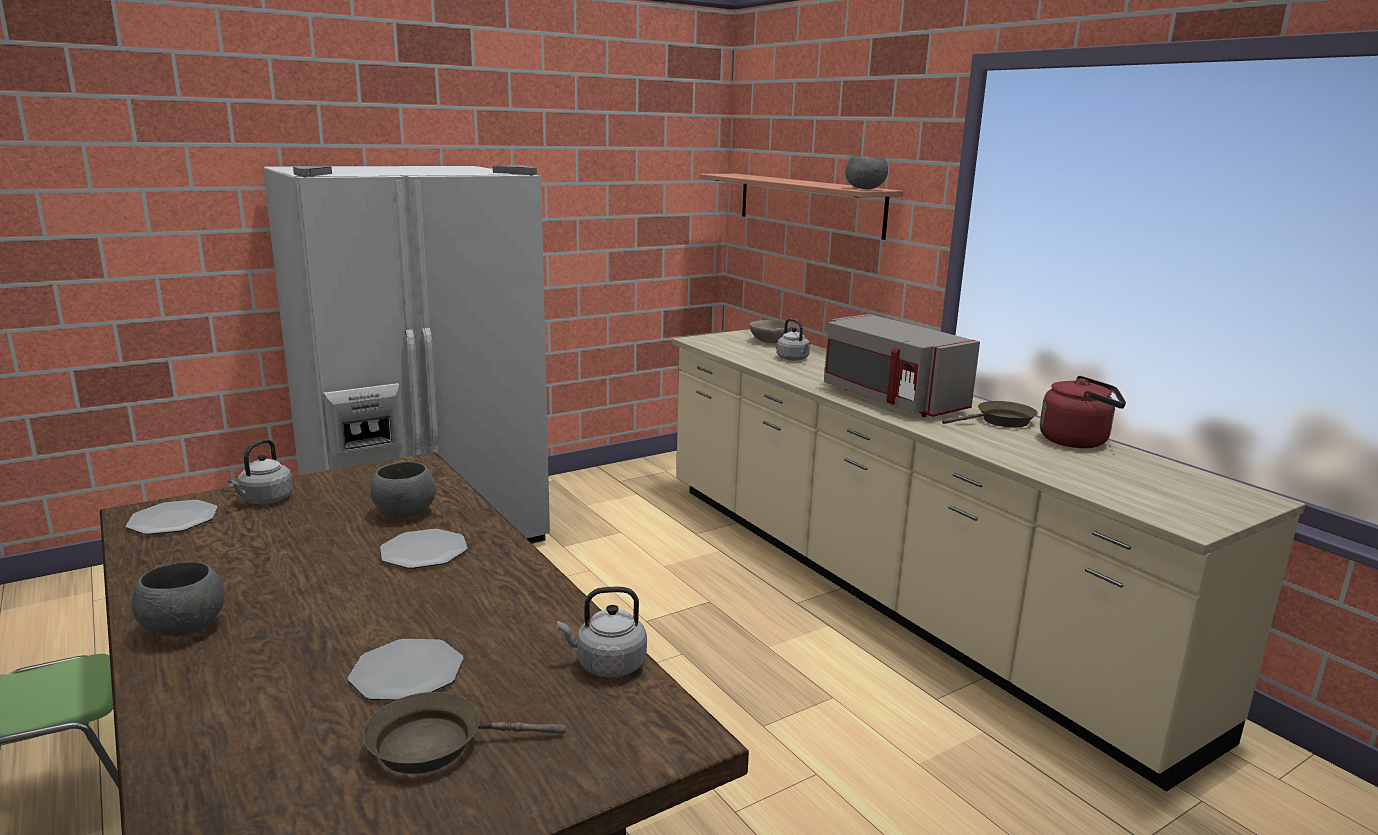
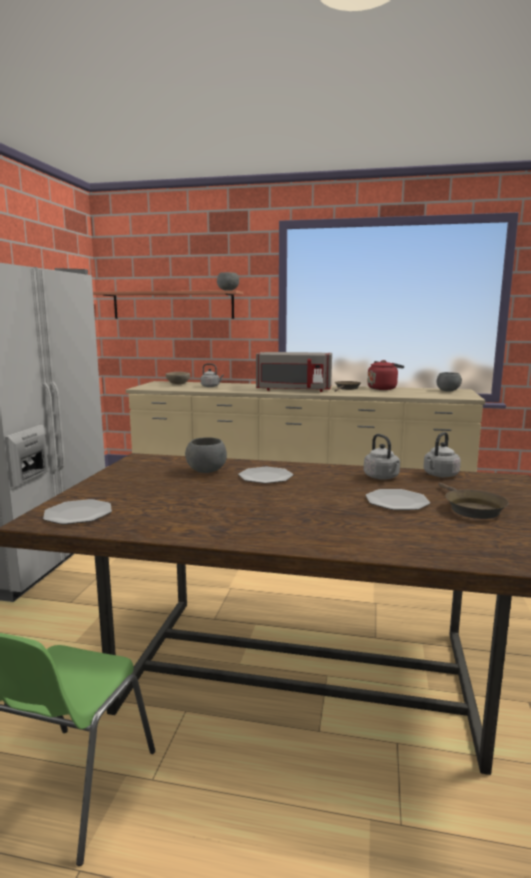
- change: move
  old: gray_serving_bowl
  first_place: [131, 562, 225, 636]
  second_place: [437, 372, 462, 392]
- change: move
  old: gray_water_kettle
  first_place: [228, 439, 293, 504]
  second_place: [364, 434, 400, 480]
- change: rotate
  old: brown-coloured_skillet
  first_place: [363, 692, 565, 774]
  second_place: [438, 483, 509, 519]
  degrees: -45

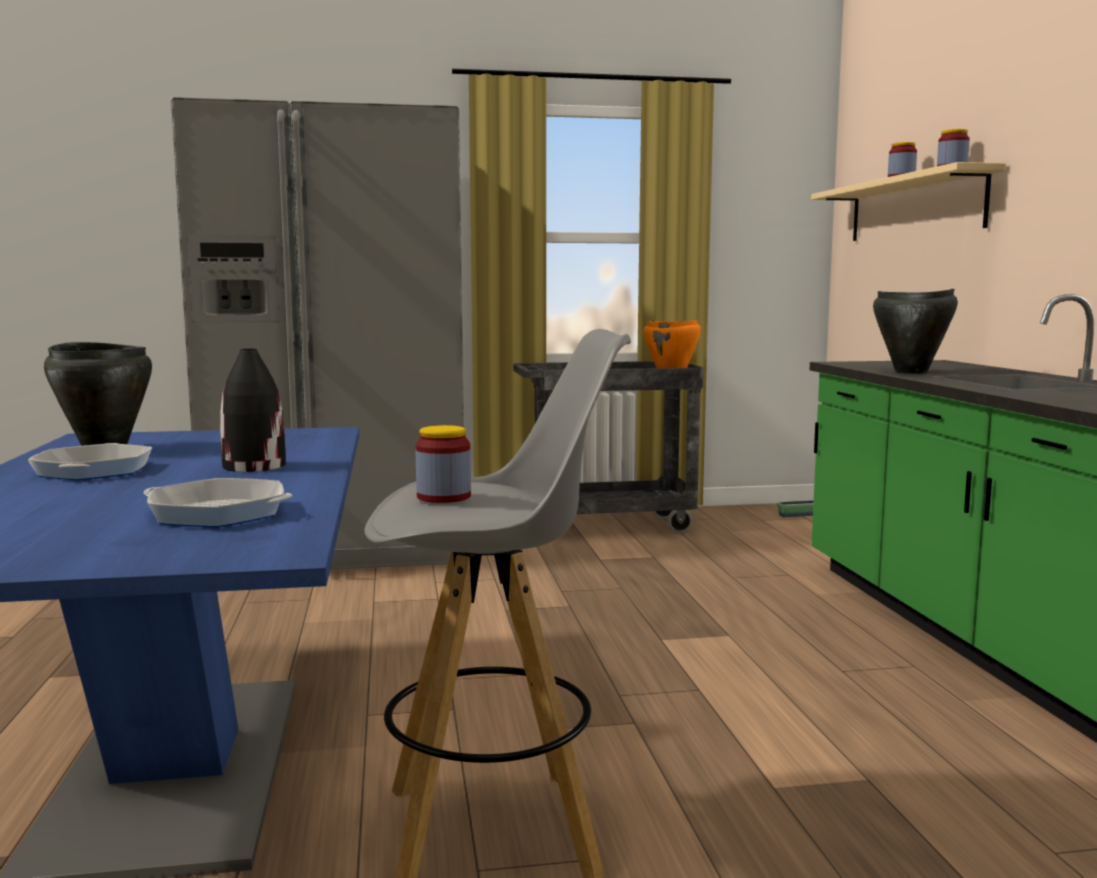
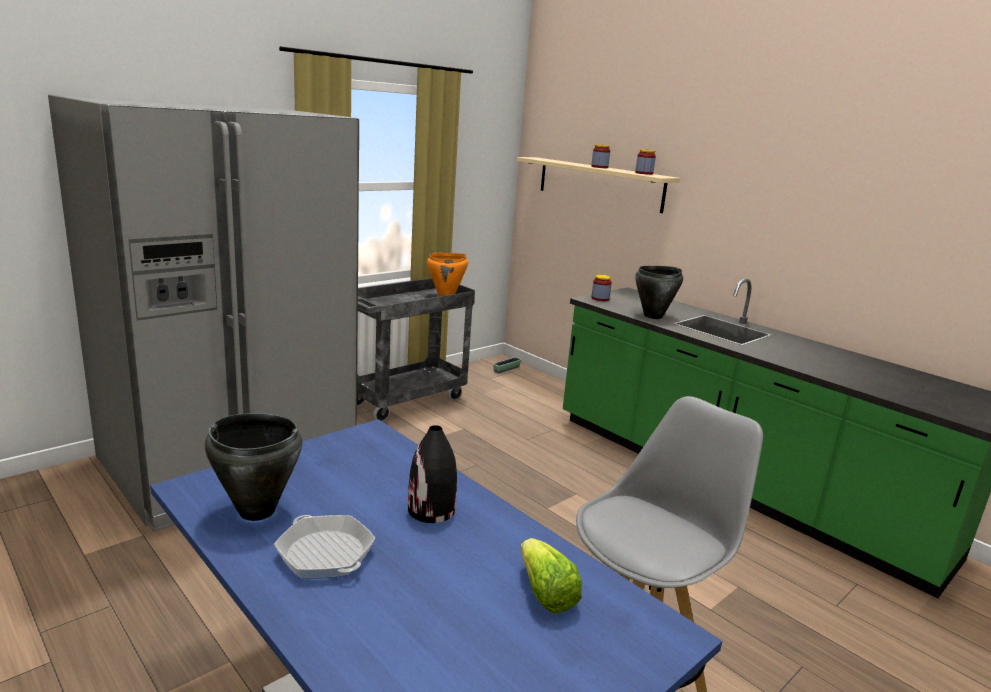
- change: replace
  old: skillet
  new: lettuce_head
  first_place: [144, 478, 293, 527]
  second_place: [520, 538, 582, 614]
- change: move
  old: jar
  first_place: [416, 425, 471, 503]
  second_place: [591, 275, 612, 301]

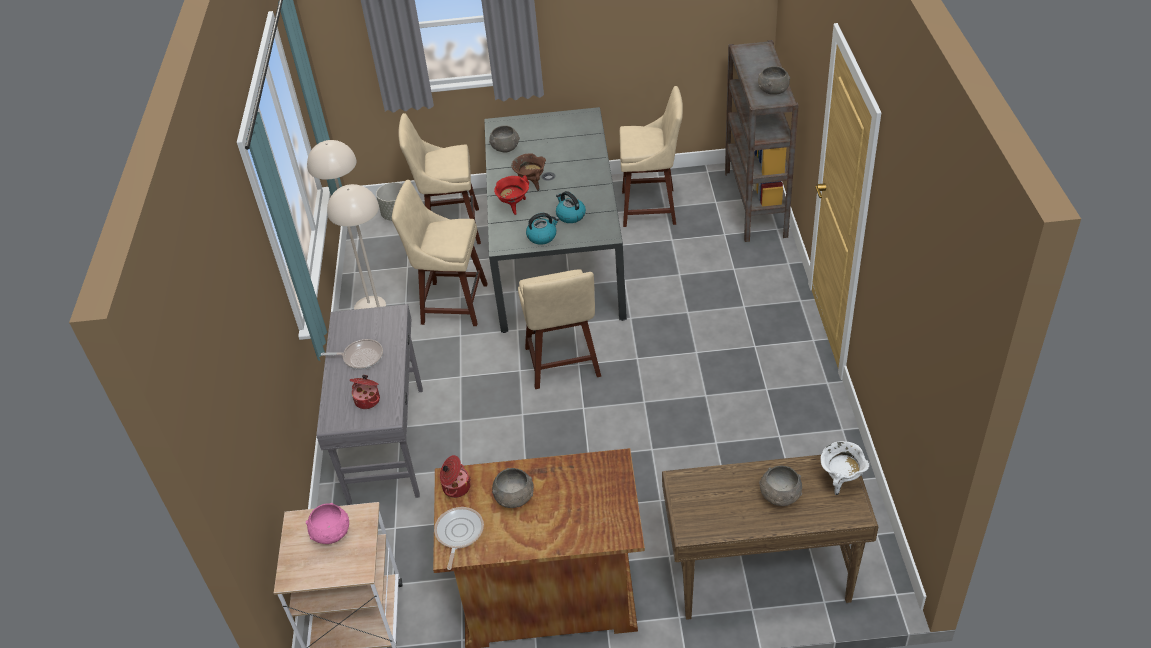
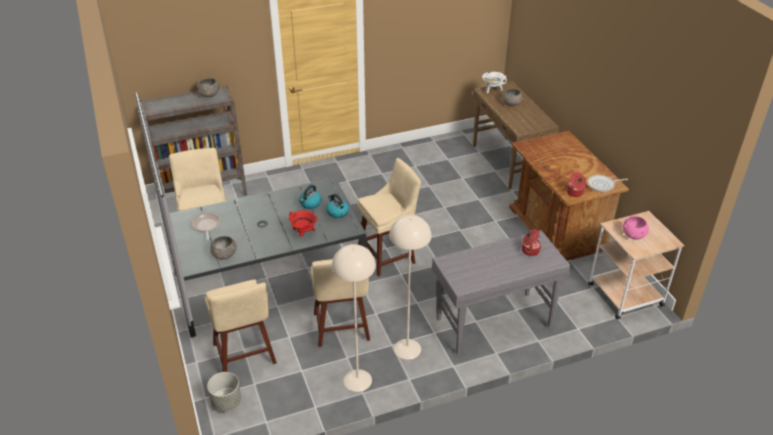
- change: move
  old: skillet
  first_place: [321, 339, 383, 370]
  second_place: [192, 213, 220, 240]
- change: delete
  old: gray_serving_bowl
  first_place: [492, 468, 534, 508]
- change: delete
  old: brown-coloured_cooking_pot
  first_place: [511, 153, 546, 191]

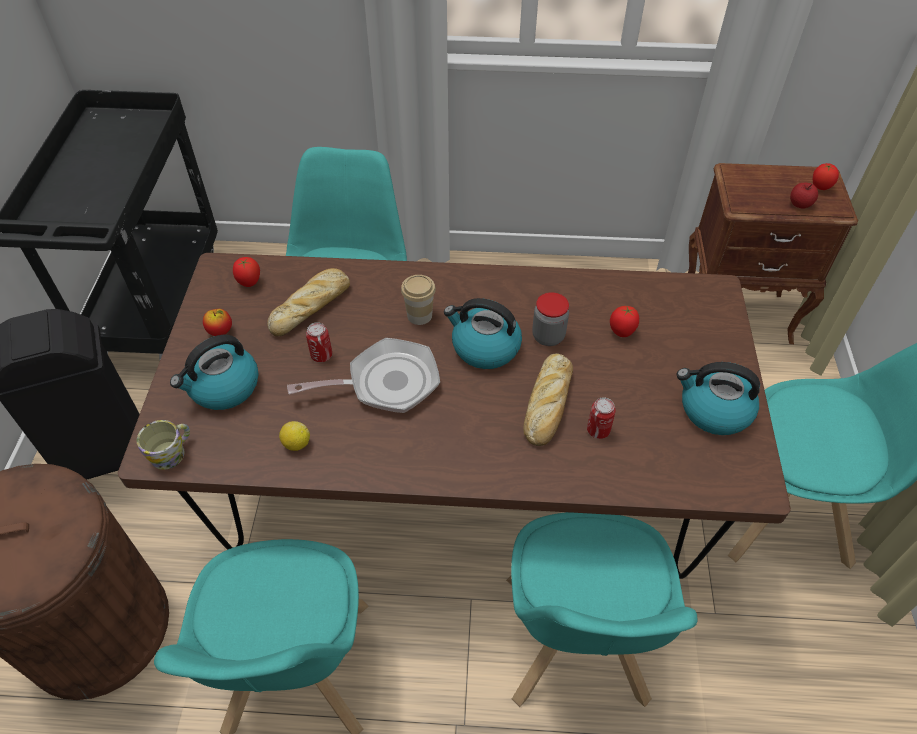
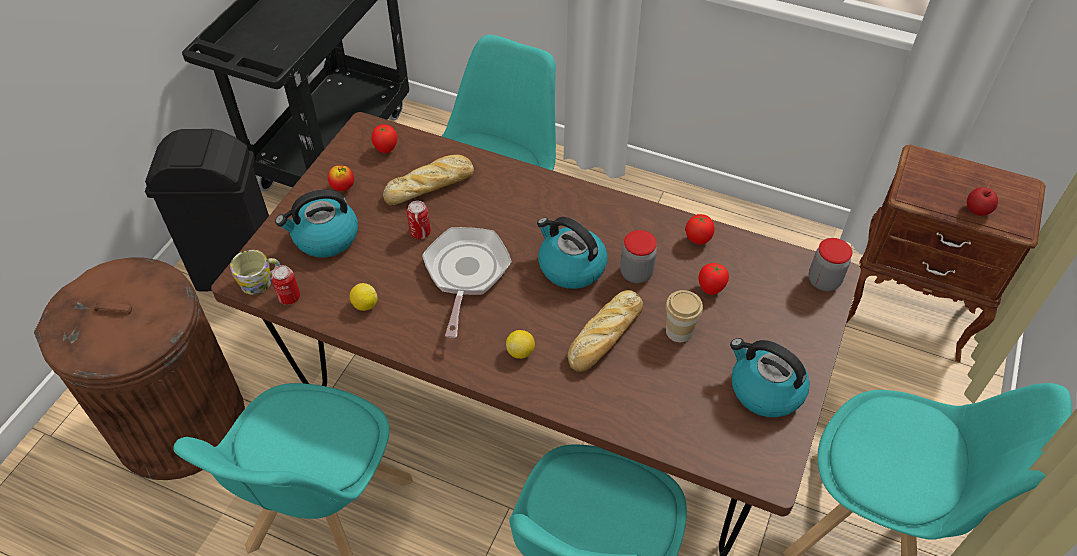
- change: rotate
  old: skillet
  first_place: [287, 338, 440, 413]
  second_place: [422, 227, 512, 338]
  degrees: -90
- change: move
  old: drinking_cup
  first_place: [401, 275, 436, 325]
  second_place: [665, 290, 703, 342]
- change: move
  old: can
  first_place: [587, 397, 616, 439]
  second_place: [271, 265, 300, 305]
- change: move
  old: whole_tomato
  first_place: [813, 163, 839, 190]
  second_place: [685, 214, 715, 245]
- change: insert
  new: citrus_fruit
  second_place: [506, 330, 535, 359]
- change: insert
  new: jar
  second_place: [809, 238, 852, 291]

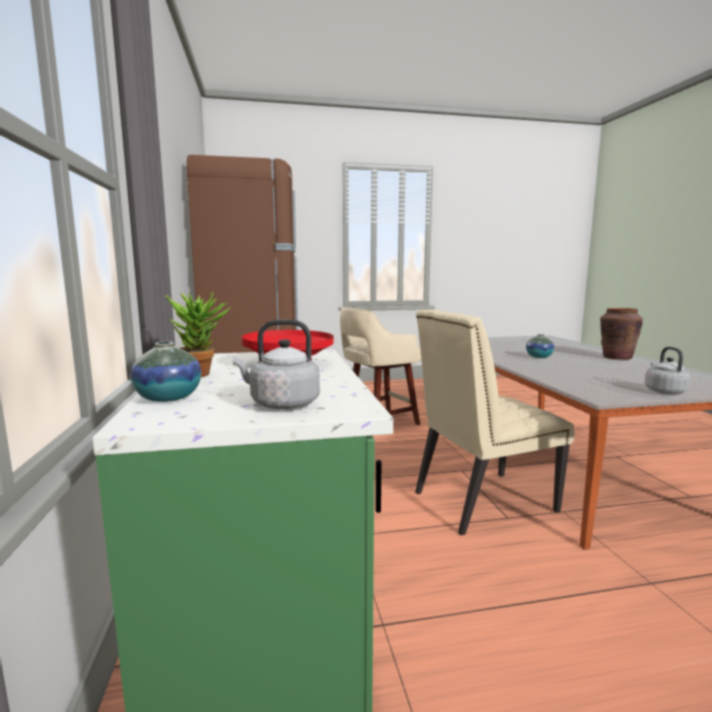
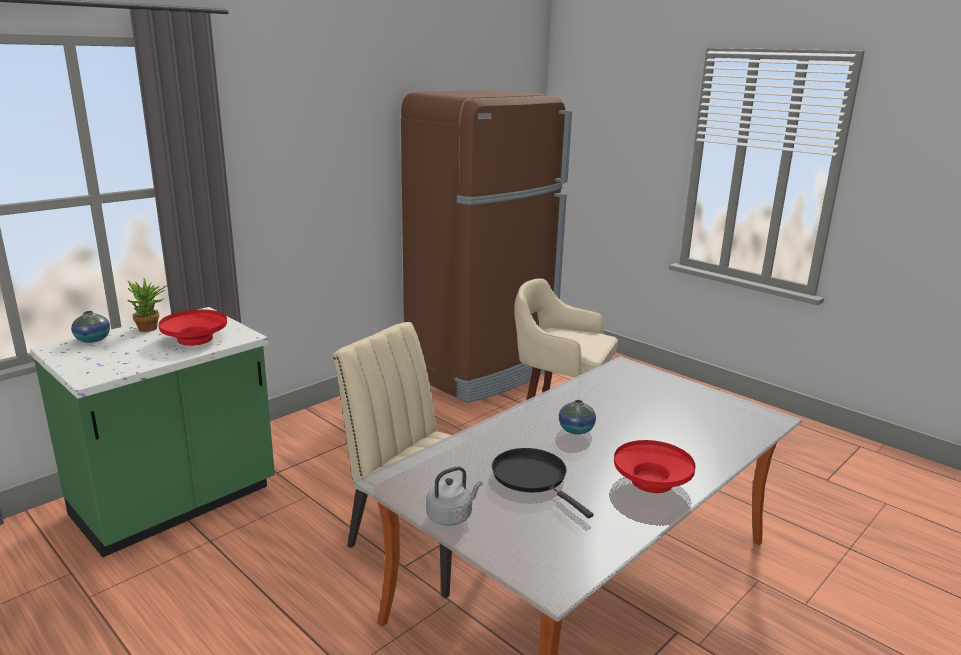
- change: delete
  old: gray_water_kettle
  first_place: [233, 319, 320, 409]
- change: replace
  old: brown-coloured_vase
  new: reddish_serving_bowl
  first_place: [600, 308, 643, 360]
  second_place: [614, 440, 695, 493]
- change: insert
  new: black-coloured_skillet
  second_place: [492, 448, 594, 519]

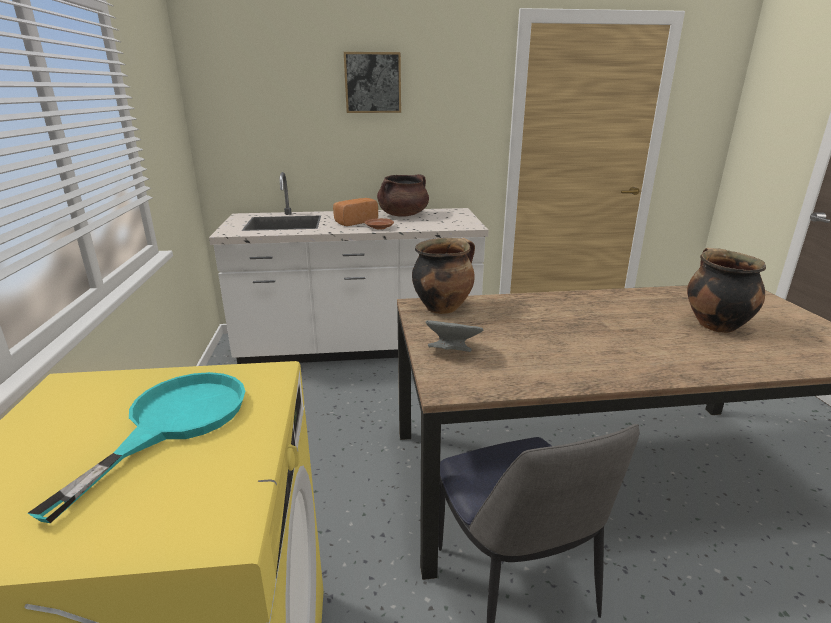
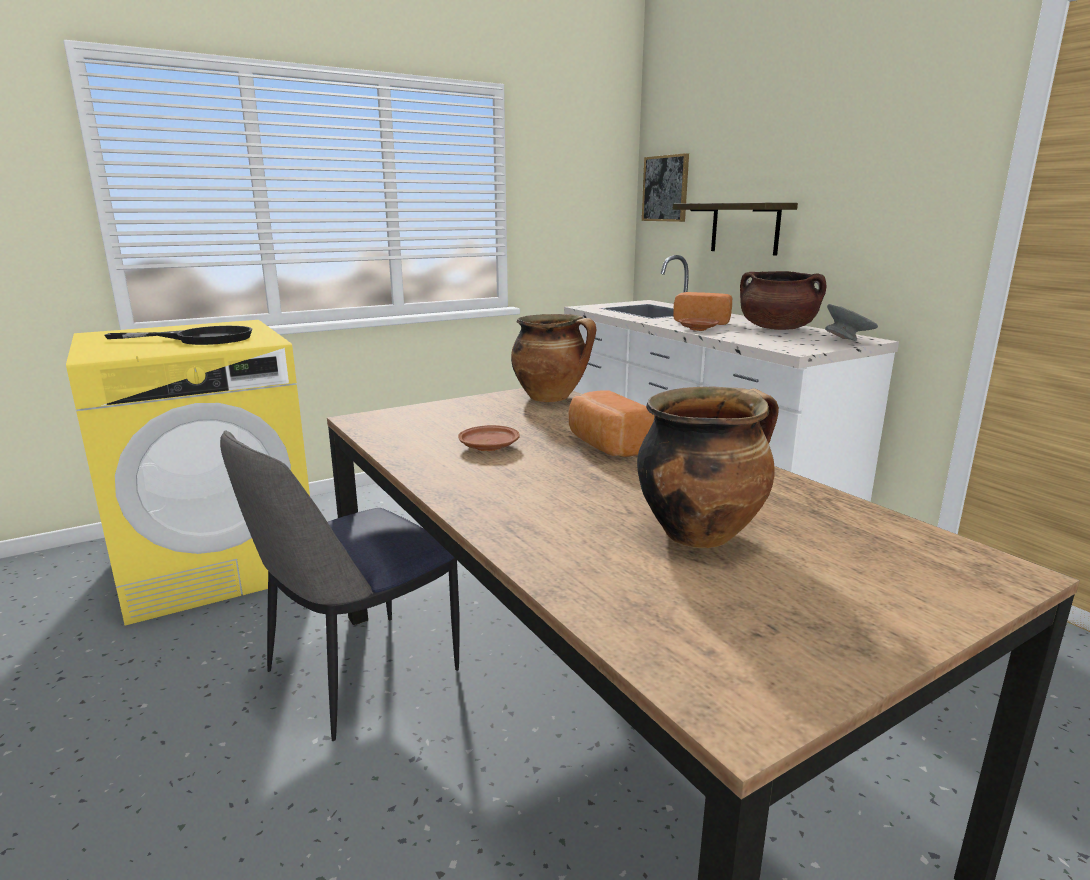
- change: recolor
  old: turquoise_skillet
  new: black-coloured_skillet
  first_place: [28, 372, 245, 523]
  second_place: [105, 326, 252, 345]
- change: move
  old: wall_picture
  first_place: [344, 52, 401, 113]
  second_place: [642, 153, 689, 222]
- change: move
  old: gray_serving_bowl
  first_place: [425, 320, 483, 352]
  second_place: [825, 304, 878, 341]
- change: insert
  new: brown-coloured_plate
  second_place: [458, 425, 520, 451]
- change: insert
  new: baked_bread
  second_place: [569, 391, 655, 457]
- change: insert
  new: wall_shelf
  second_place: [673, 203, 798, 256]

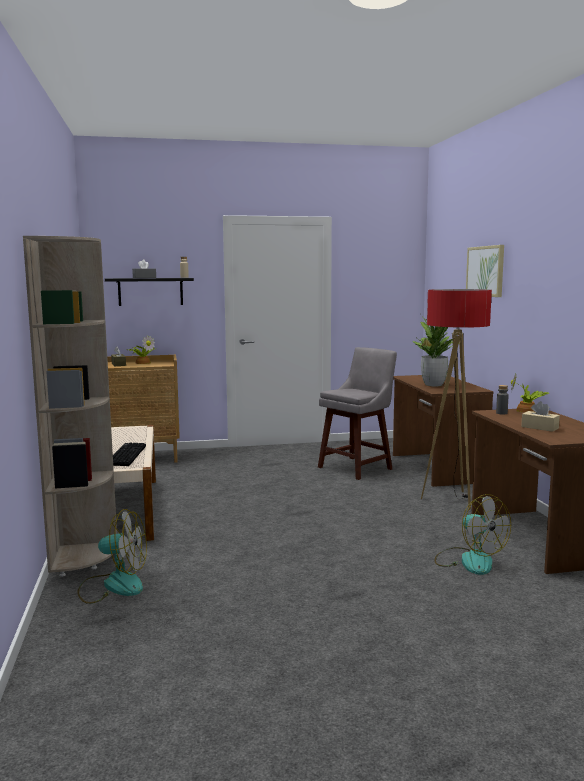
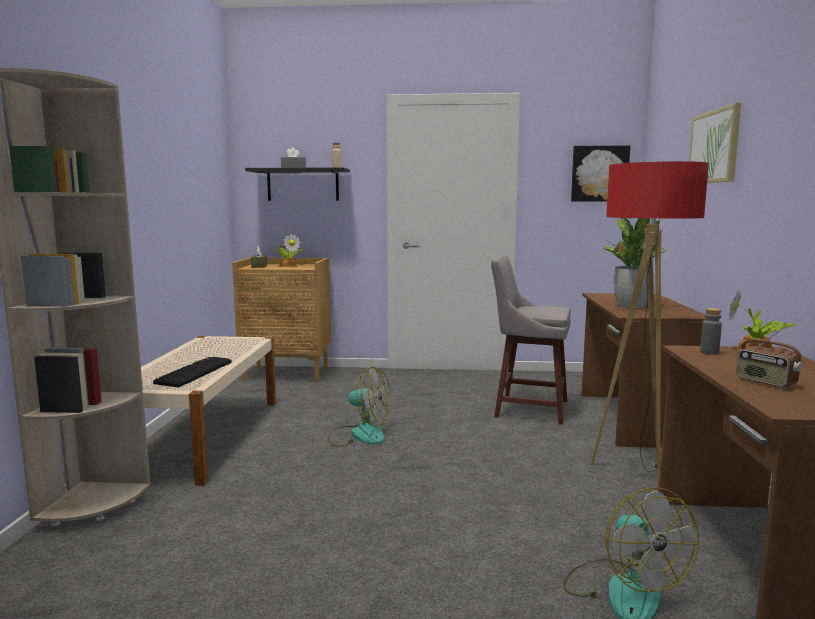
- change: move
  old: fan
  first_place: [77, 509, 147, 604]
  second_place: [328, 367, 391, 447]
- change: rotate
  old: gray_upright_chair
  first_place: [318, 347, 397, 480]
  second_place: [491, 254, 571, 425]
  degrees: -135
- change: replace
  old: sand-coloured_tissue_box
  new: radio
  first_place: [521, 401, 560, 432]
  second_place: [736, 325, 802, 388]
- change: insert
  new: wall_picture
  second_place: [571, 146, 630, 202]

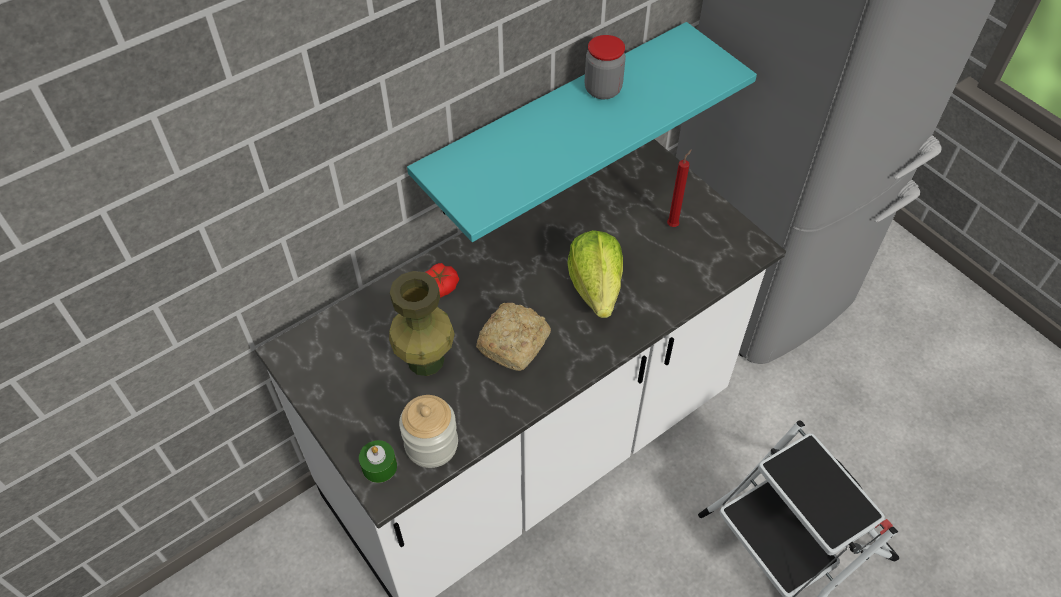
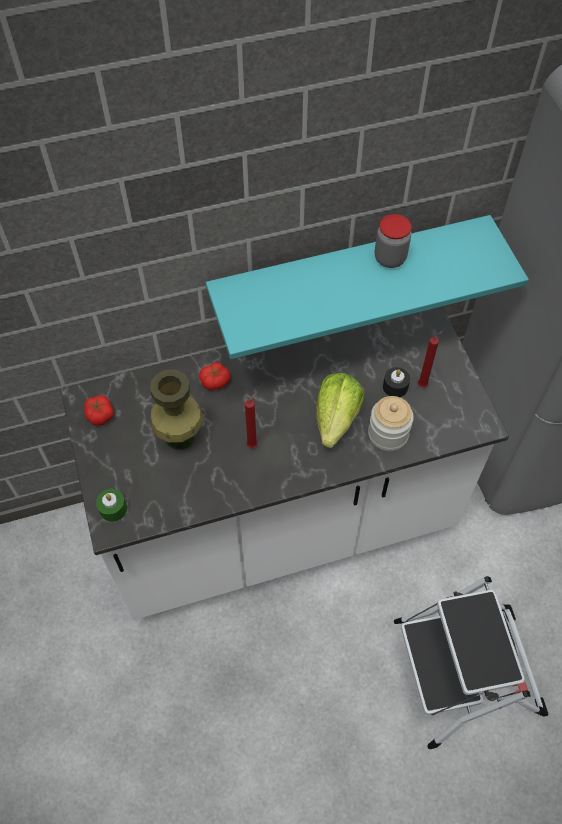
- change: move
  old: jar
  first_place: [399, 395, 458, 468]
  second_place: [368, 396, 414, 451]
- change: replace
  old: baked_bread
  new: reddish_wax_light
  first_place: [476, 303, 551, 371]
  second_place: [245, 392, 258, 448]
- change: insert
  new: whole_tomato
  second_place: [84, 395, 114, 426]
- change: insert
  new: black-coloured_wax_light
  second_place: [383, 367, 410, 397]

